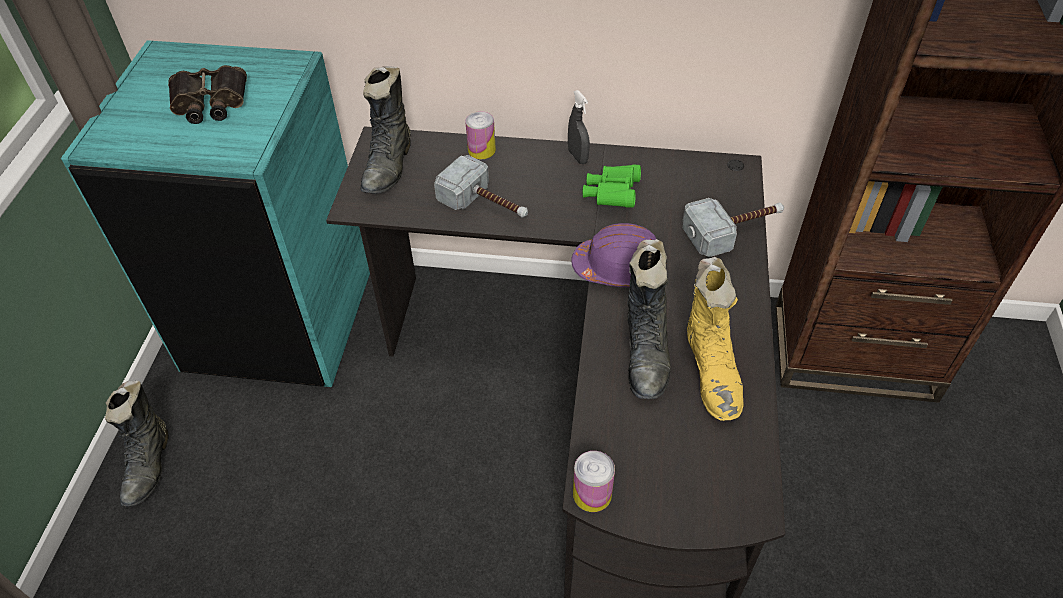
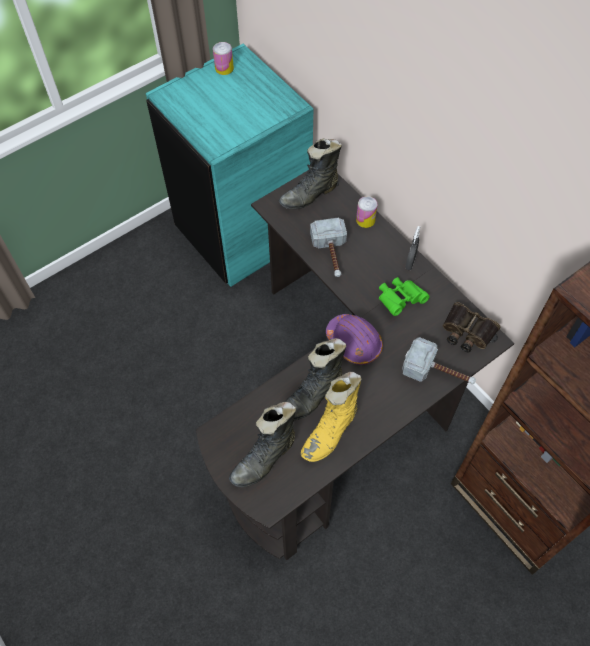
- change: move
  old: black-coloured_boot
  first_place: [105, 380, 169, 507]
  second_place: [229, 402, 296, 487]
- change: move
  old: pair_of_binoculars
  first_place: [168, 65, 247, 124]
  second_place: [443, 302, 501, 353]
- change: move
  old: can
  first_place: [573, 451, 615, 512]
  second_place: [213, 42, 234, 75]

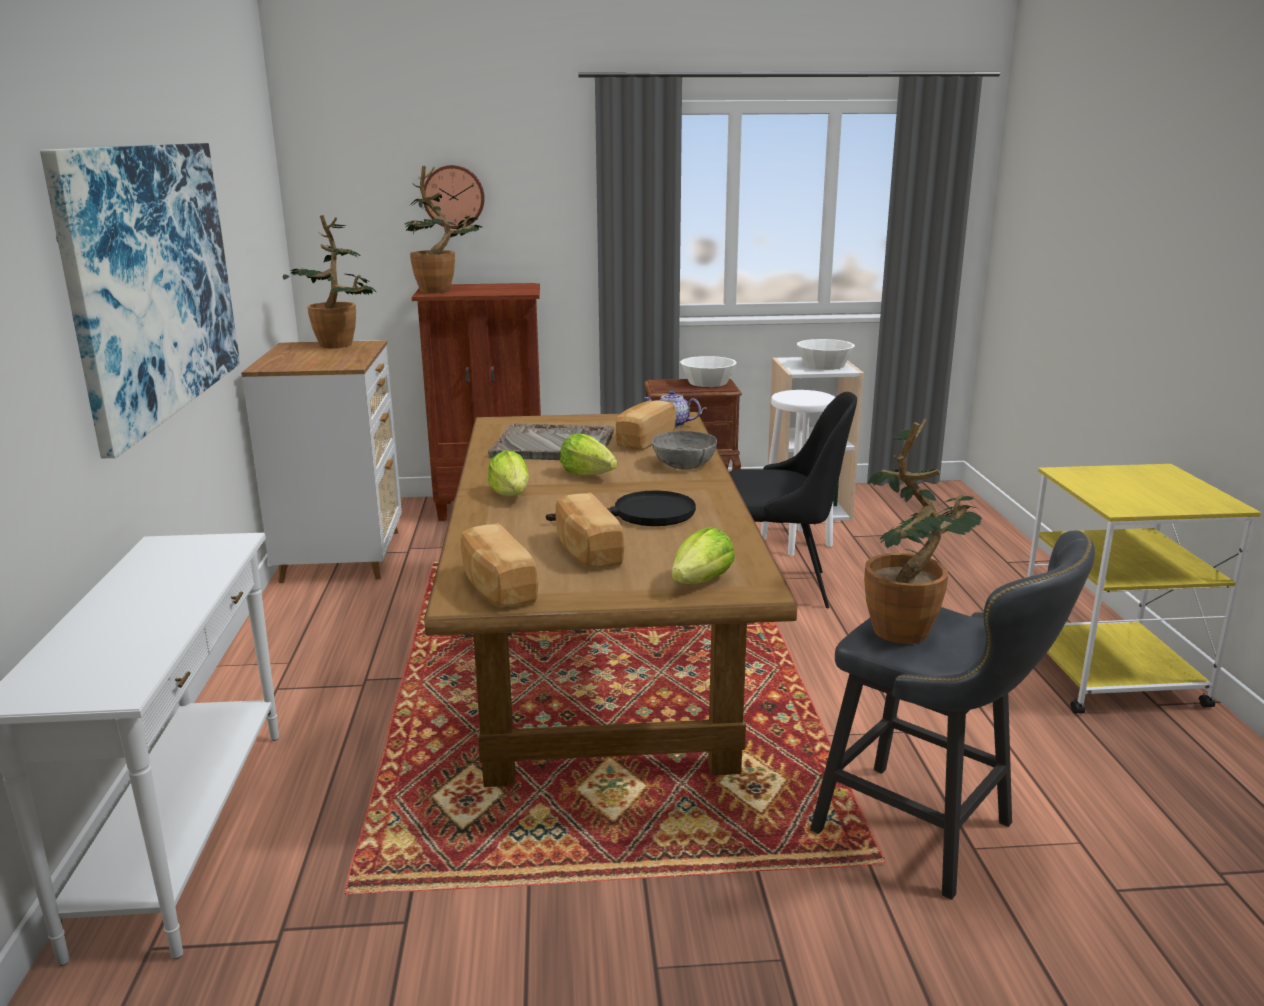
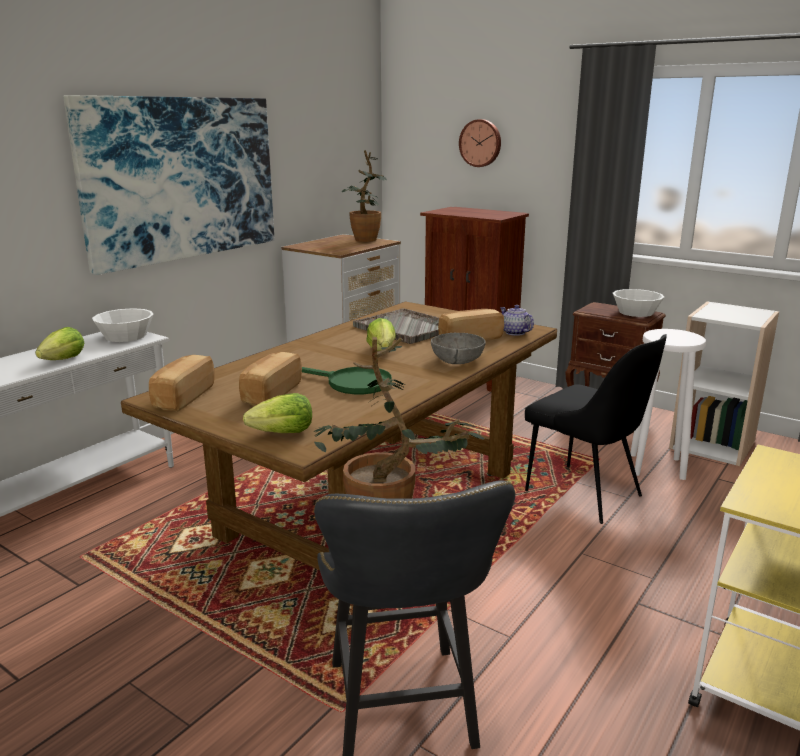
- change: delete
  old: plant_in_a_pot
  first_place: [405, 166, 482, 293]
- change: move
  old: lettuce_head
  first_place: [488, 450, 529, 497]
  second_place: [35, 327, 84, 360]
- change: recolor
  old: black-coloured_skillet
  new: greenish_skillet
  first_place: [546, 490, 696, 526]
  second_place: [302, 367, 392, 395]
- change: move
  old: whitish_serving_bowl
  first_place: [797, 339, 855, 370]
  second_place: [92, 308, 154, 342]

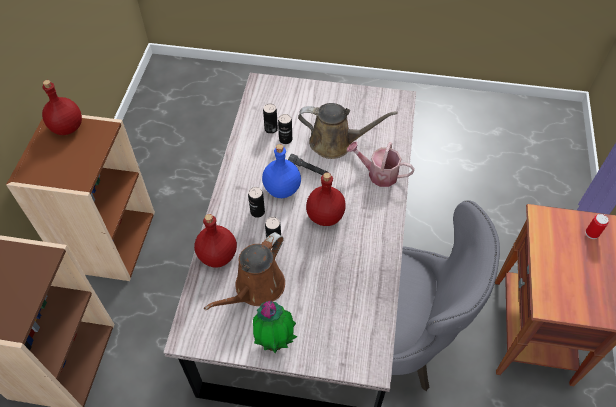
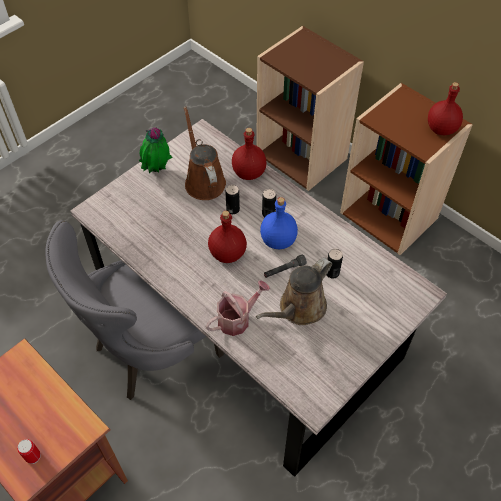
- change: delete
  old: can
  first_place: [263, 103, 278, 134]

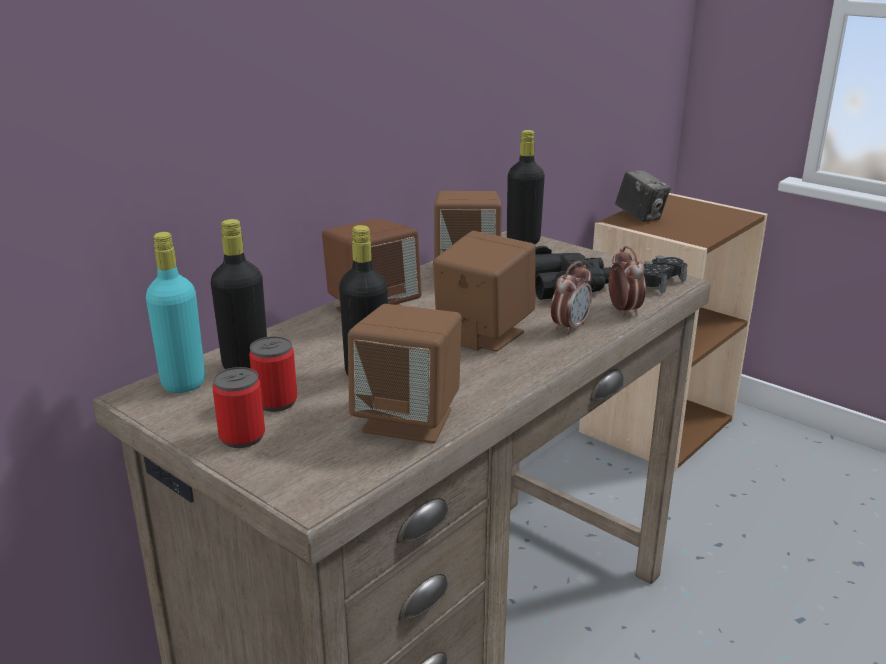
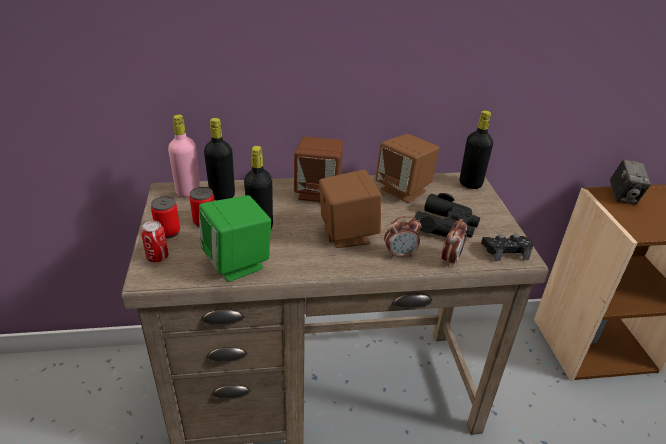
- change: recolor
  old: turquoise_beverage_bottle
  new: pink_beverage_bottle
  first_place: [146, 232, 205, 393]
  second_place: [168, 115, 200, 198]
- change: recolor
  old: brown-coloured_speaker
  new: greenish_speaker
  first_place: [348, 304, 462, 443]
  second_place: [199, 195, 271, 282]
- change: insert
  new: can
  second_place: [141, 221, 169, 263]

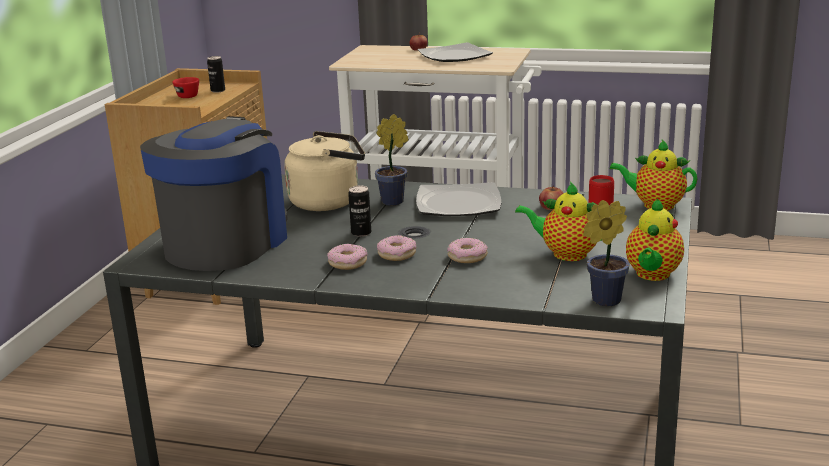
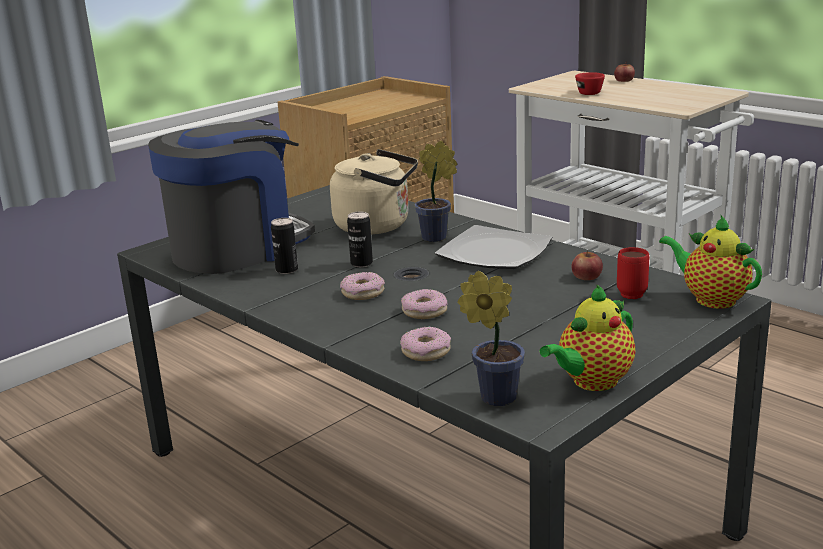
- change: move
  old: reddish_drinking_cup
  first_place: [172, 77, 199, 98]
  second_place: [575, 72, 605, 95]
- change: move
  old: can
  first_place: [207, 56, 225, 93]
  second_place: [271, 218, 298, 274]
- change: move
  old: ring_doughnut
  first_place: [327, 244, 367, 270]
  second_place: [400, 327, 451, 361]
- change: delete
  old: plate
  first_place: [418, 42, 493, 62]
- change: delete
  old: pot_for_tea
  first_place: [515, 182, 602, 261]

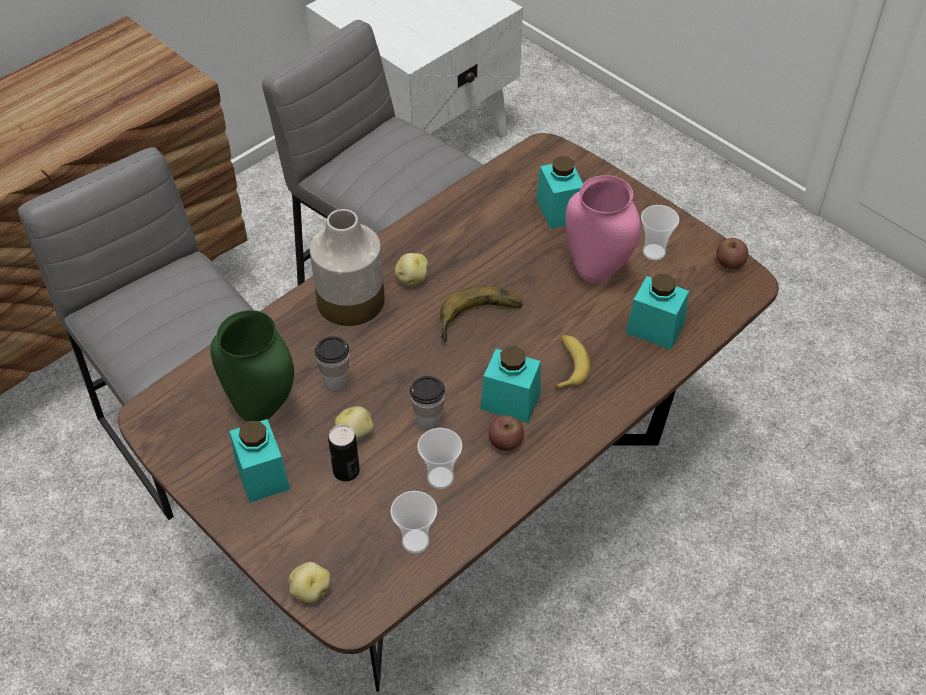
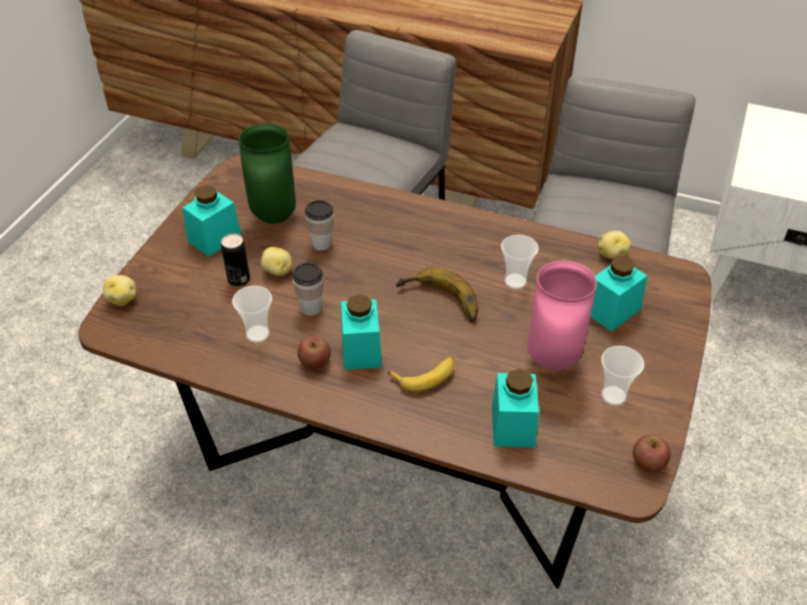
- change: delete
  old: sand-coloured_vase
  first_place: [310, 209, 385, 326]
- change: move
  old: drinking_cup
  first_place: [391, 491, 437, 553]
  second_place: [501, 235, 539, 289]
- change: move
  old: potato
  first_place: [395, 253, 428, 286]
  second_place: [598, 231, 631, 259]

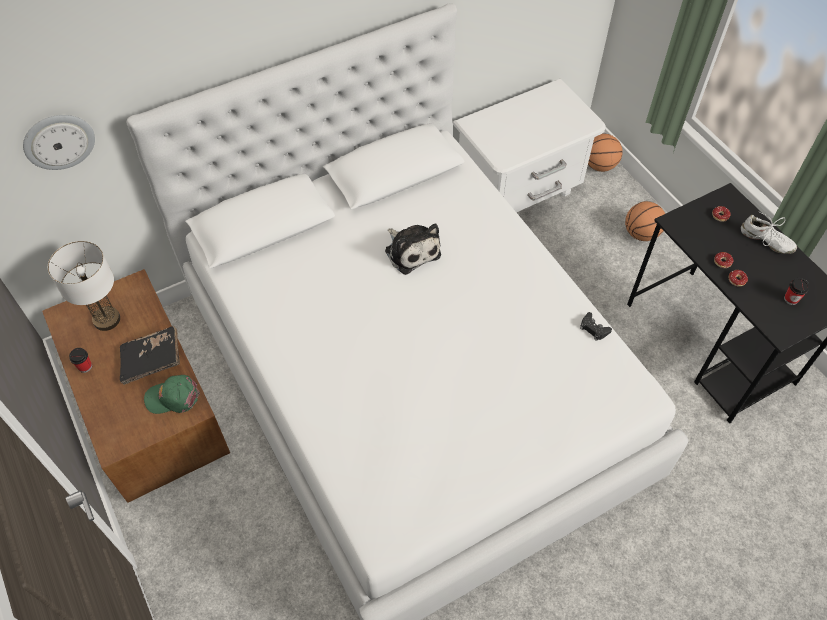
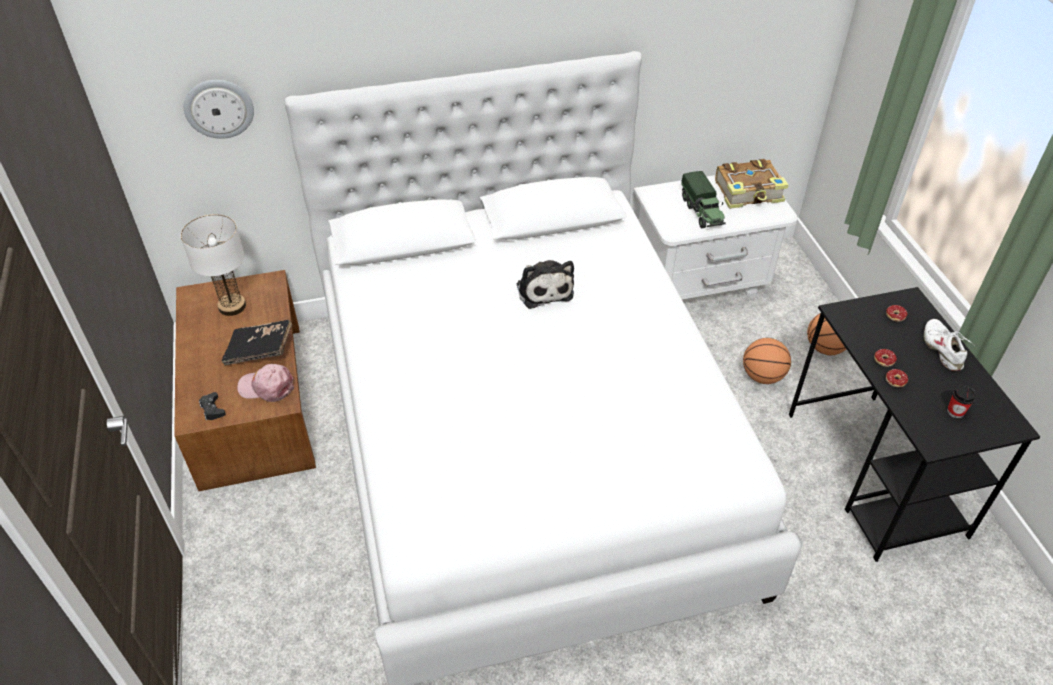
- change: delete
  old: drinking_cup
  first_place: [69, 348, 92, 373]
- change: recolor
  old: greenish_peaked_cap
  new: pink_peaked_cap
  first_place: [144, 375, 200, 414]
  second_place: [237, 364, 294, 402]
- change: move
  old: black-coloured_gamepad
  first_place: [580, 312, 612, 341]
  second_place: [199, 392, 226, 420]
- change: move
  old: ball_for_basketball
  first_place: [588, 134, 623, 172]
  second_place: [743, 338, 791, 384]
- change: rotate
  old: whitish_item_of_footwear
  first_place: [741, 211, 797, 254]
  second_place: [924, 319, 975, 371]
  degrees: -150
- change: insert
  new: model_truck
  second_place: [681, 171, 726, 228]
- change: insert
  new: bound_book
  second_place: [715, 159, 789, 209]

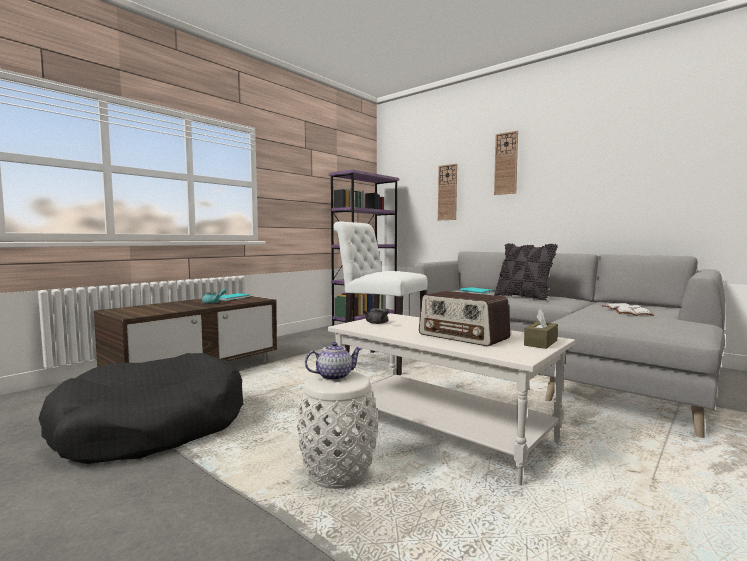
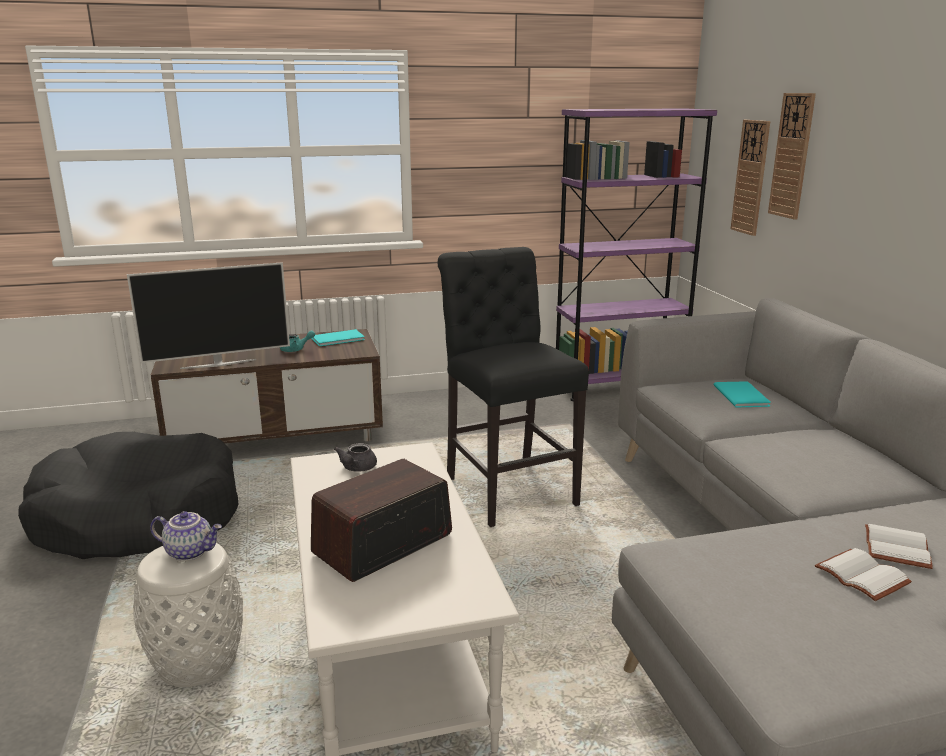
- change: recolor
  old: whitish_stool
  new: black-coloured_stool
  first_place: [333, 221, 427, 375]
  second_place: [438, 247, 589, 527]
- change: rotate
  old: radio
  first_place: [419, 291, 511, 346]
  second_place: [311, 459, 452, 582]
  degrees: 60
- change: move
  old: clock_on_the_wall
  first_place: [494, 131, 518, 195]
  second_place: [731, 120, 770, 236]
- change: delete
  old: black-coloured_cushion
  first_place: [494, 243, 558, 301]
- change: delete
  old: brown-coloured_tissue_box
  first_place: [524, 309, 558, 349]
- change: insert
  new: TV_set
  second_place: [127, 262, 290, 369]

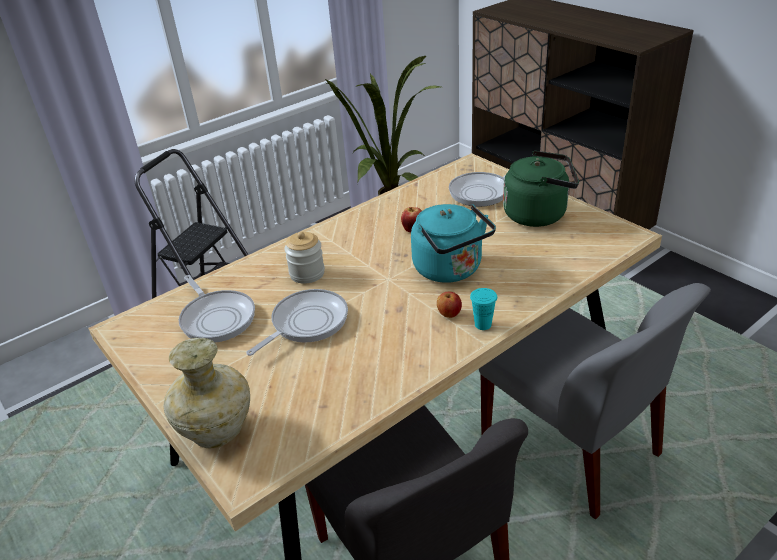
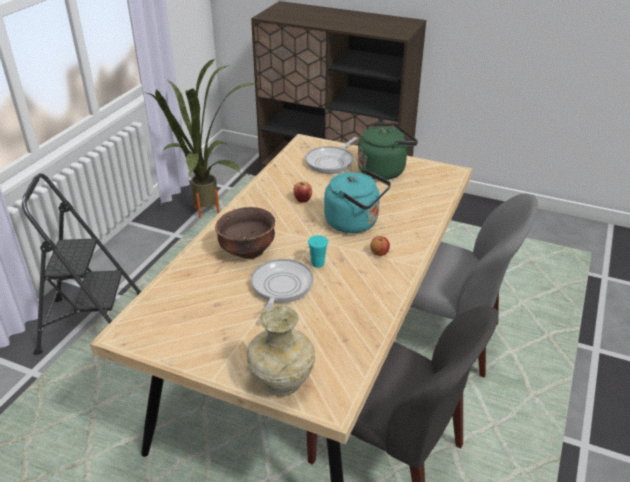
- change: delete
  old: skillet
  first_place: [179, 275, 255, 343]
- change: replace
  old: jar
  new: brown-coloured_serving_bowl
  first_place: [284, 232, 325, 284]
  second_place: [215, 207, 275, 259]
- change: move
  old: turquoise_drinking_cup
  first_place: [470, 288, 497, 330]
  second_place: [308, 235, 328, 268]

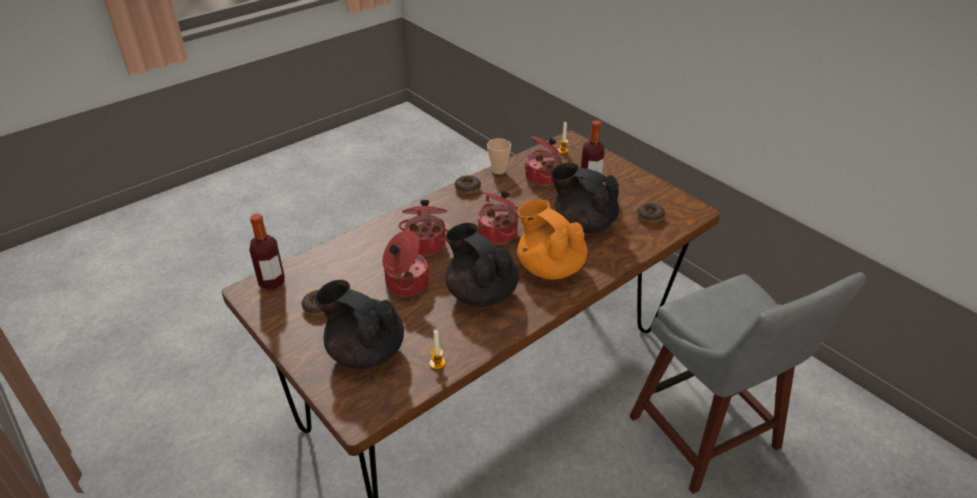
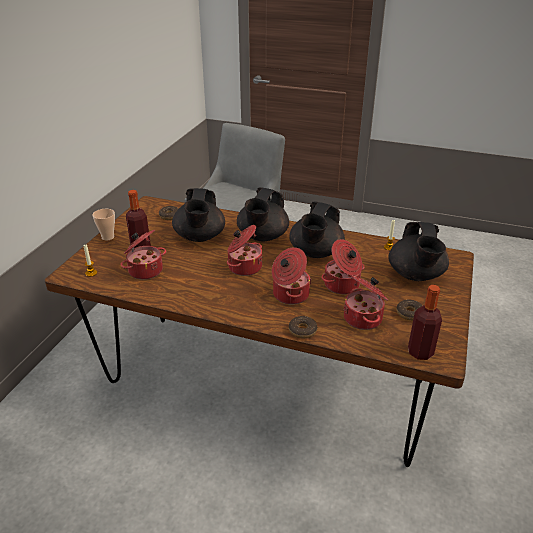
- change: move
  old: ring_doughnut
  first_place: [455, 175, 481, 194]
  second_place: [289, 316, 317, 338]
- change: move
  old: drinking_cup
  first_place: [487, 138, 511, 174]
  second_place: [92, 209, 115, 241]
- change: recolor
  old: orange_pot_for_tea
  new: black-coloured_pot_for_tea
  first_place: [517, 200, 587, 279]
  second_place: [237, 187, 289, 241]
- change: insert
  new: cooking_pot
  second_place: [344, 276, 388, 330]

